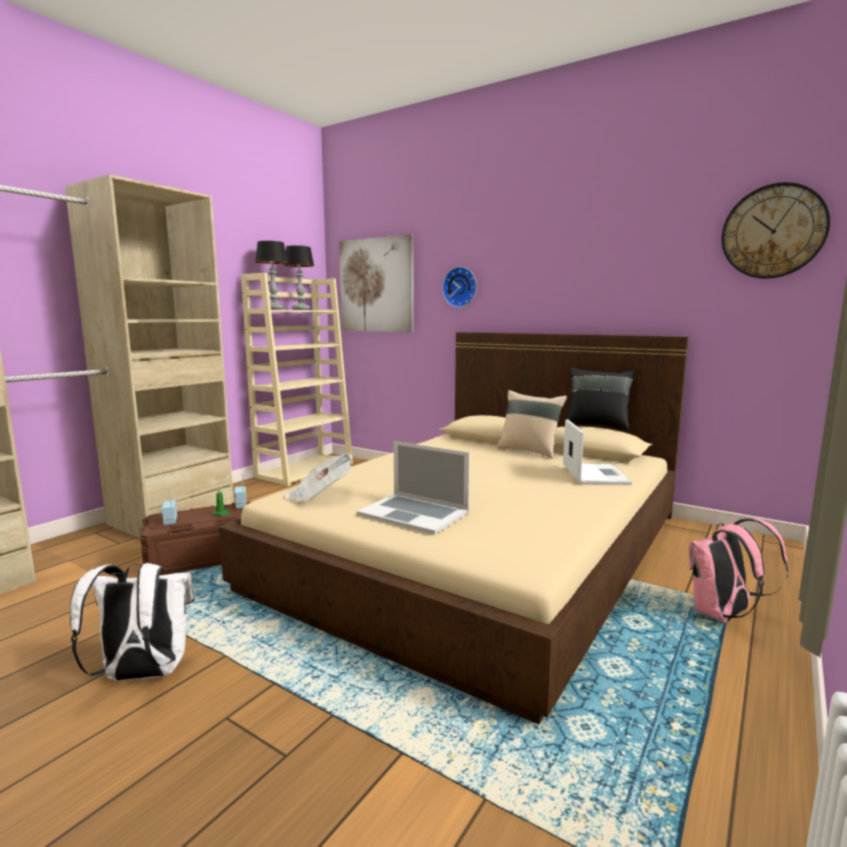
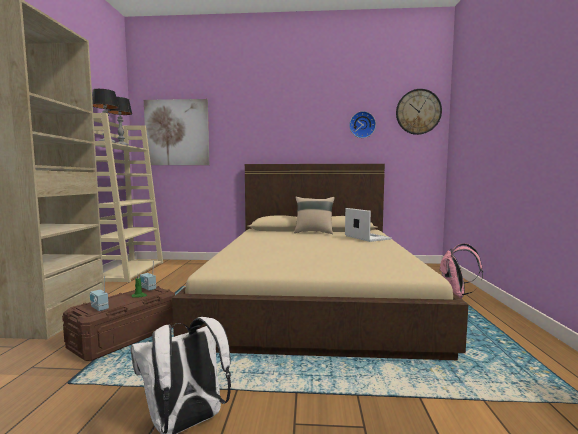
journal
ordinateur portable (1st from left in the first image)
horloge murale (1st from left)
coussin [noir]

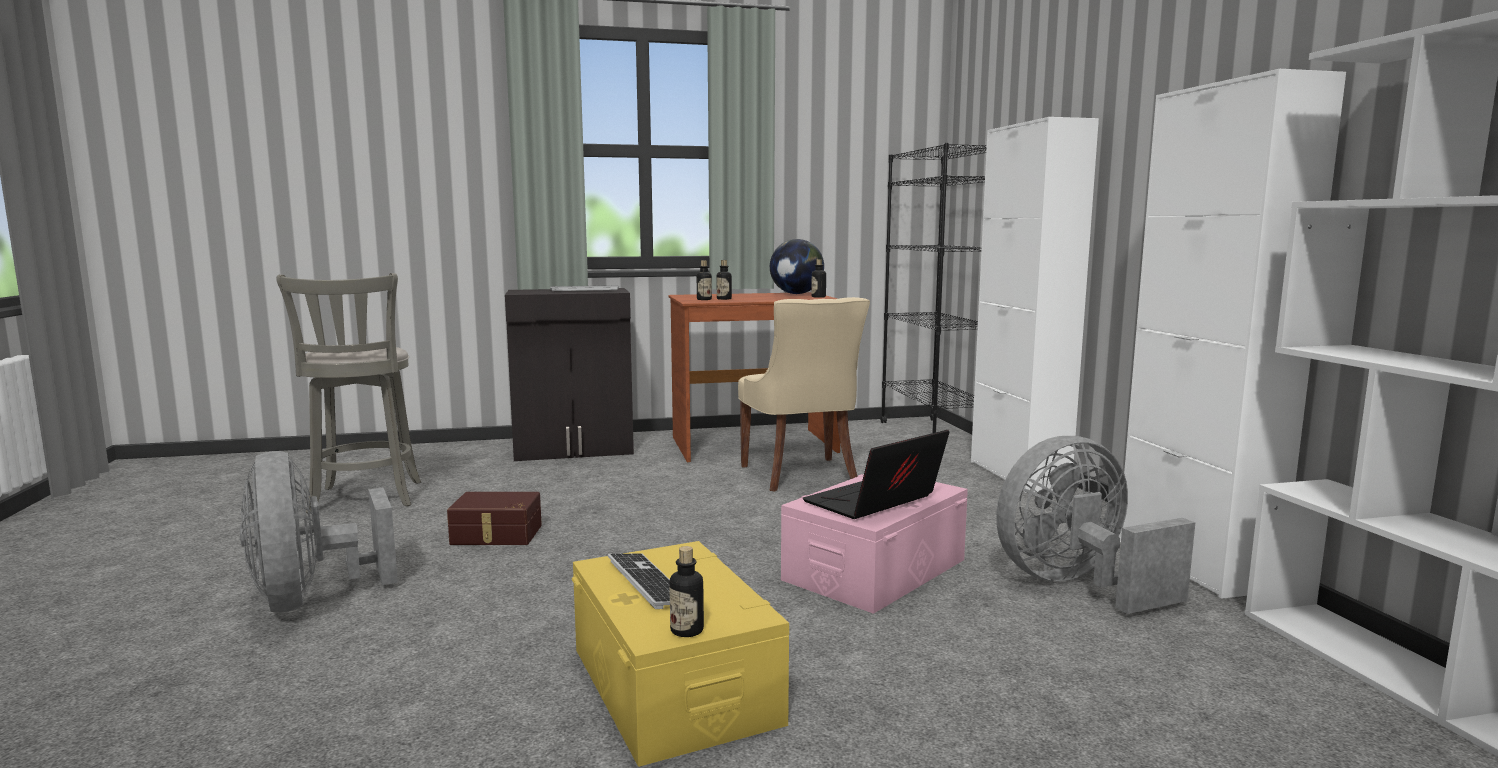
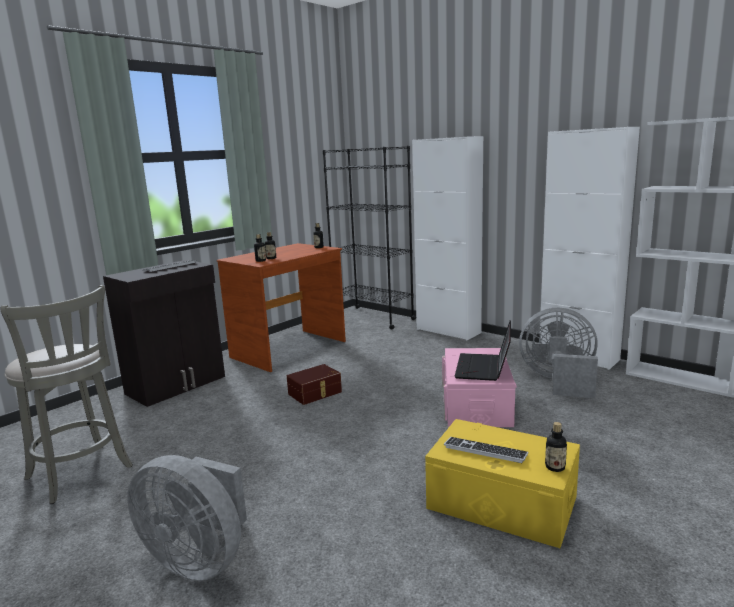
boîte de rangement [marron]
chaise [beige]
globe
ventilateur [gris] (2nd from left)

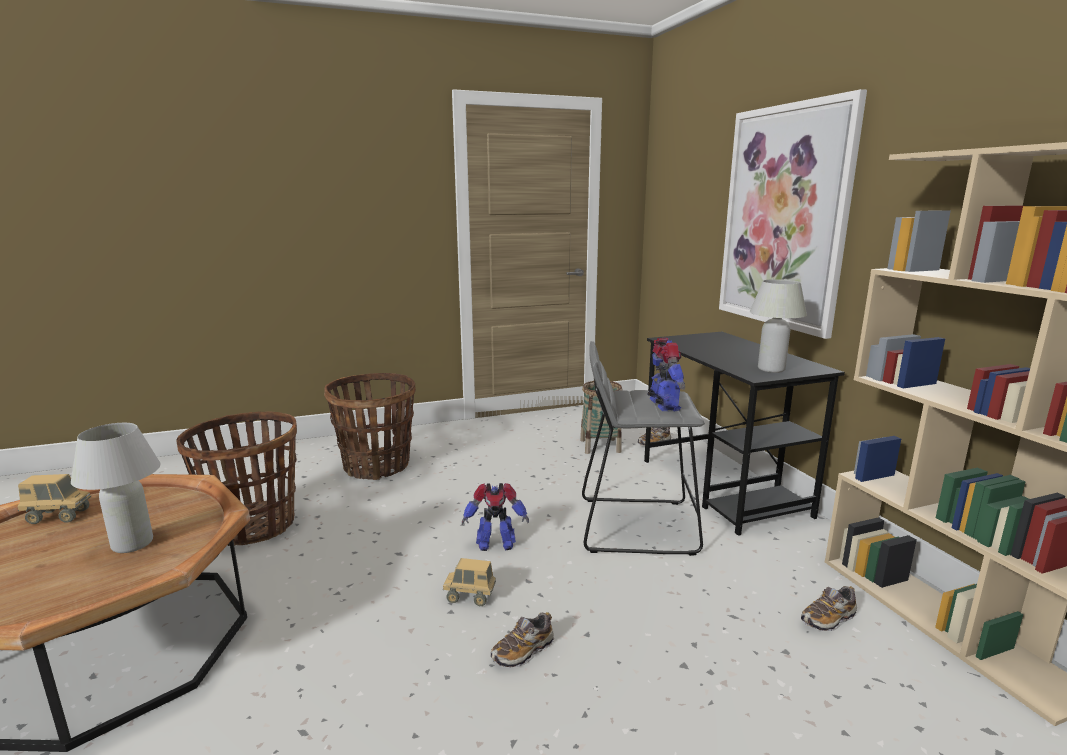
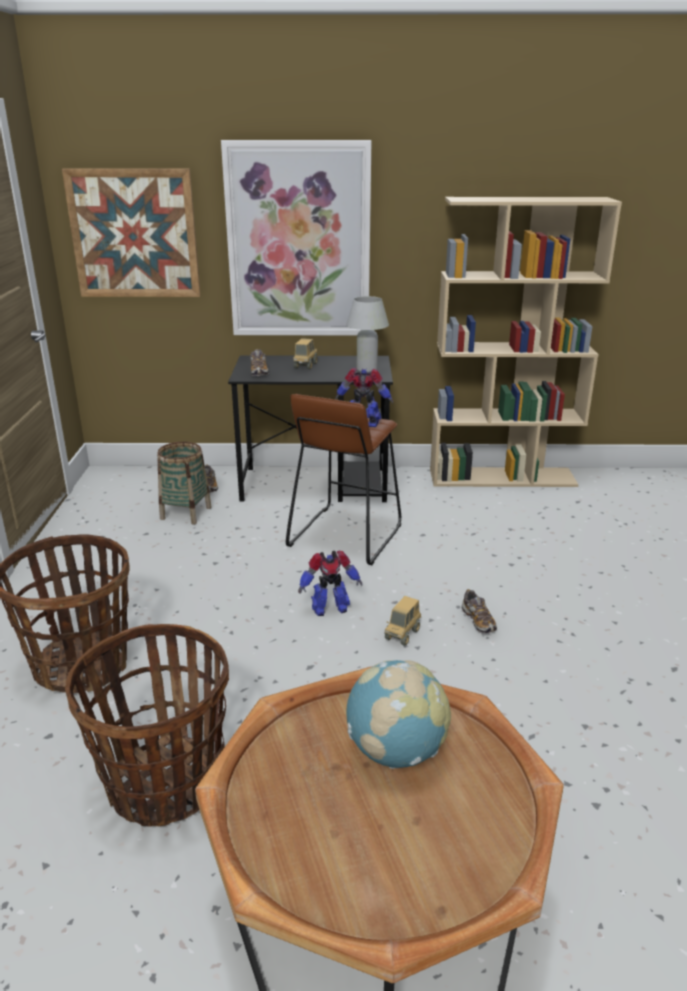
camion jouet (1st from left)
globe
robot jouet (1st from left)
tabouret [marron]
chaussure (2nd from left)
tableau (1st from left)

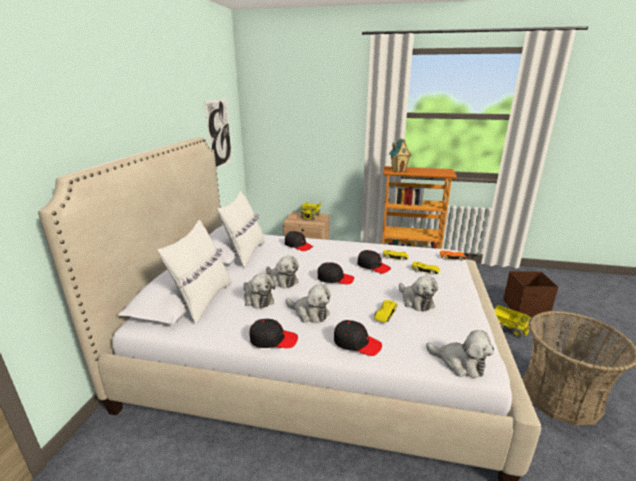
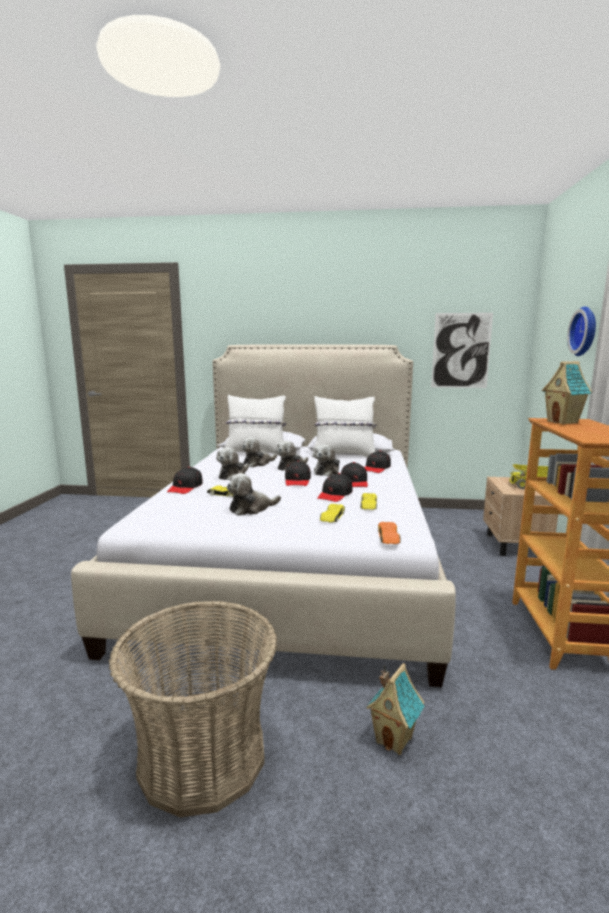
casquette [noir] (4th from left)
peluche (5th from left)
maison miniature (1st from left)
boîte de rangement [marron]
horloge murale

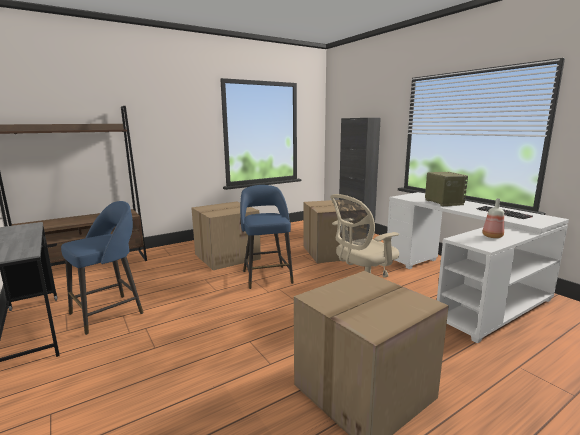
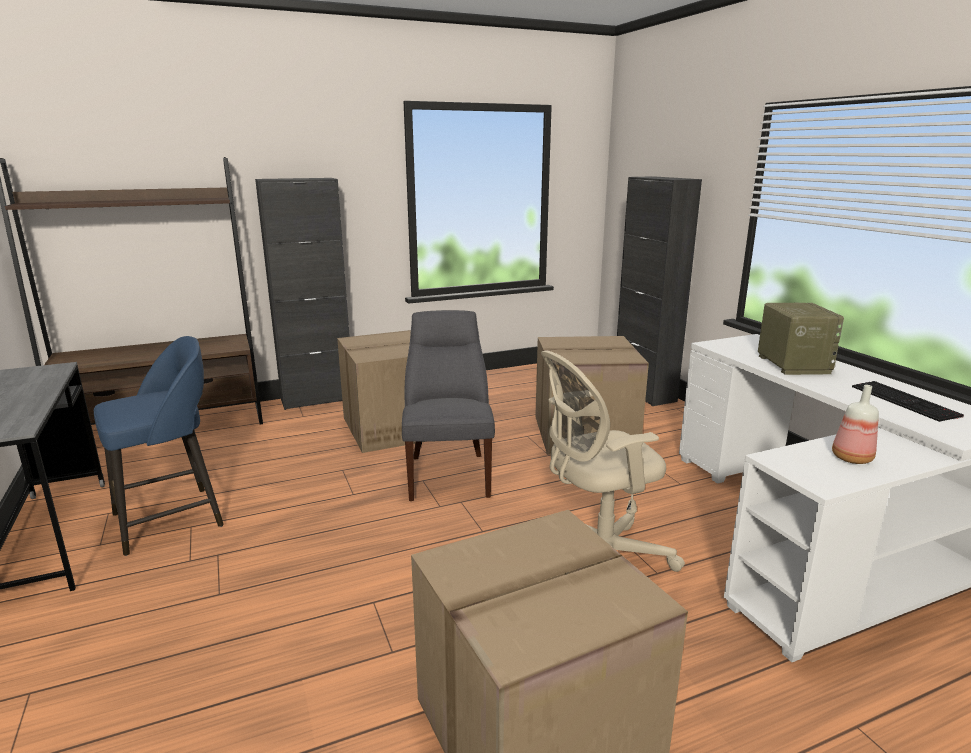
chaise [gris]
meuble de rangement [noir] (1st from left)

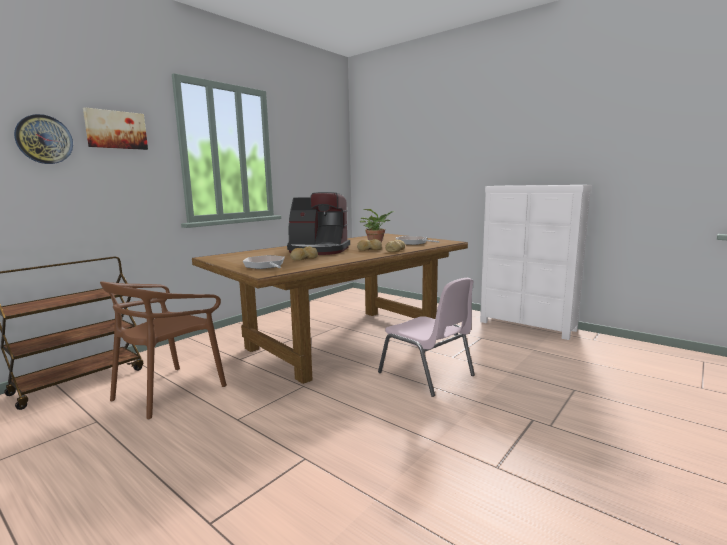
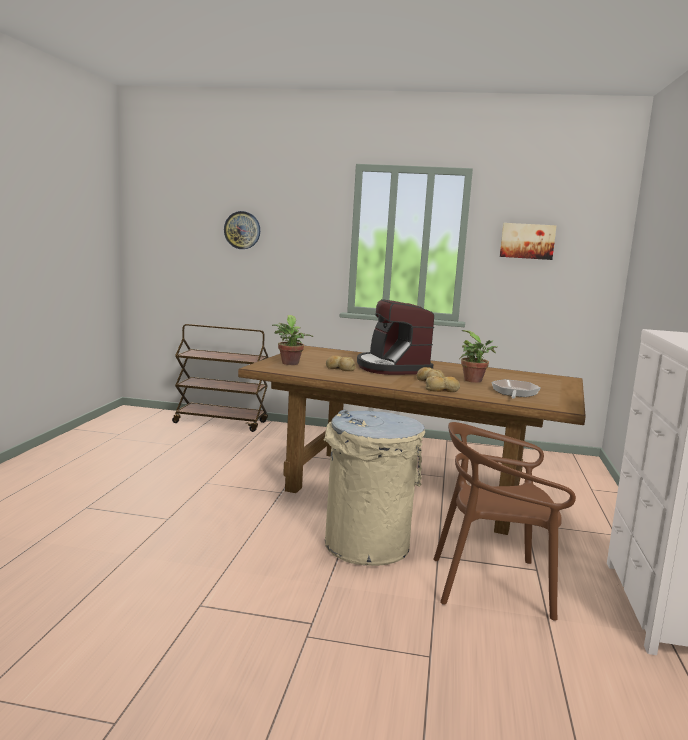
tableau
chaise [marron]
plante en pot (1st from left)
poubelle [beige]

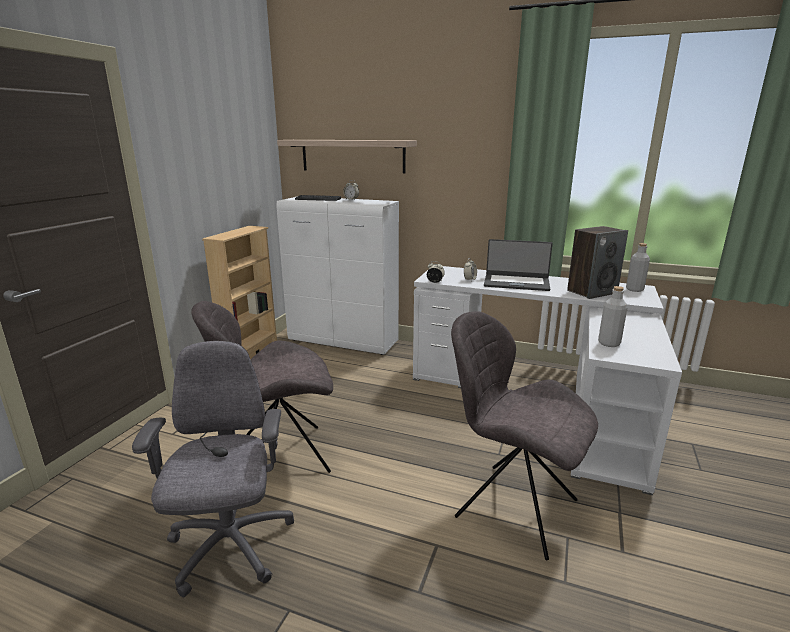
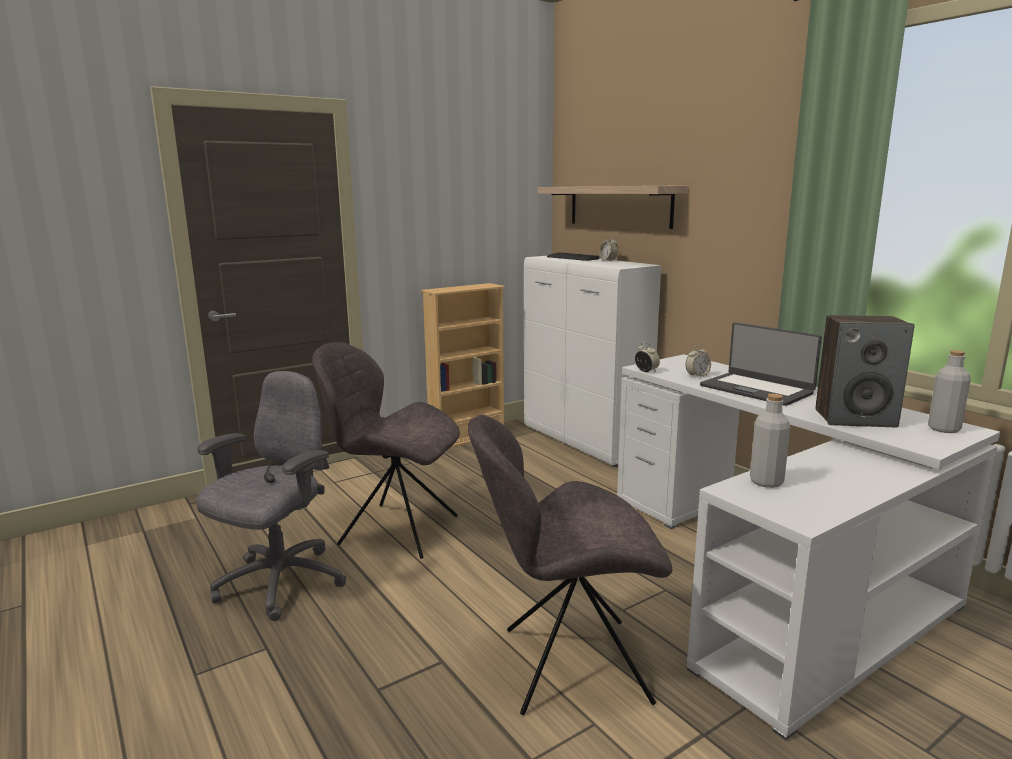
chaise [gris] (2nd from left)

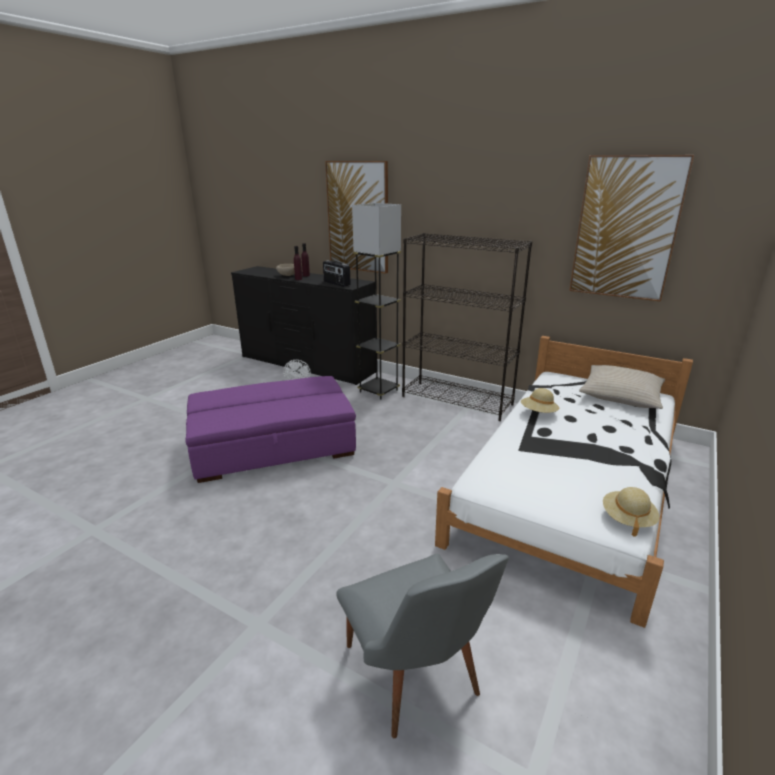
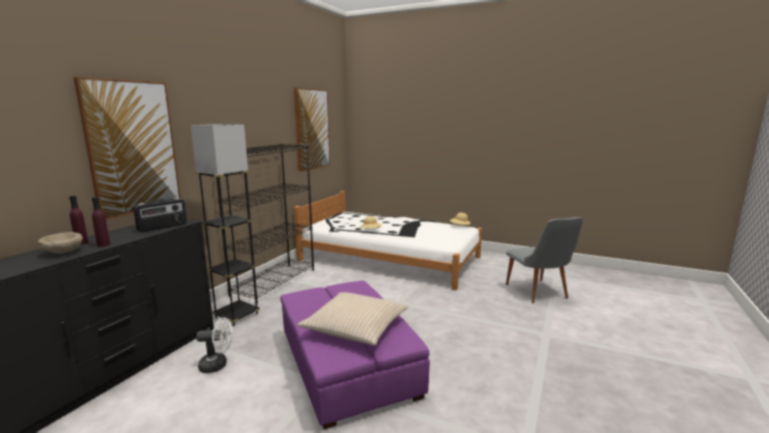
chaise [gris]
coussin [beige]

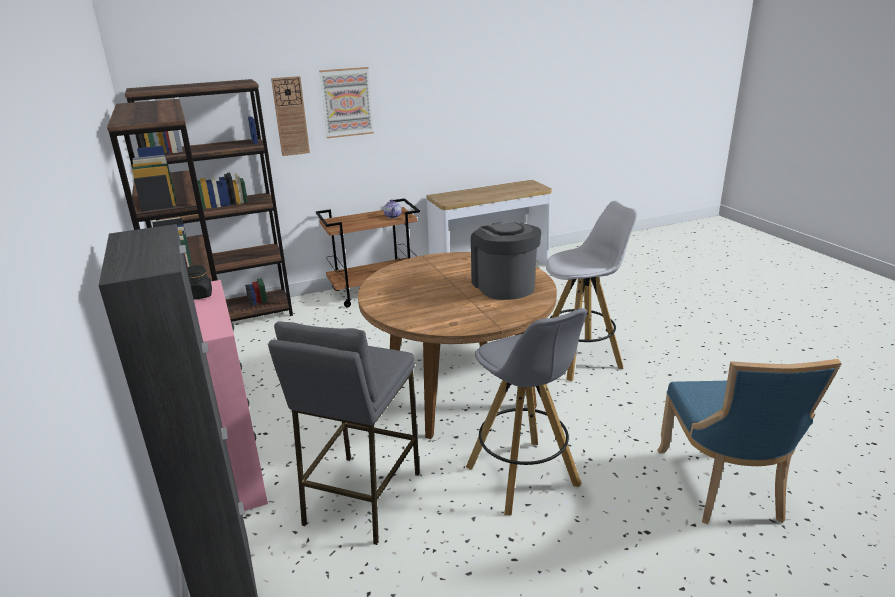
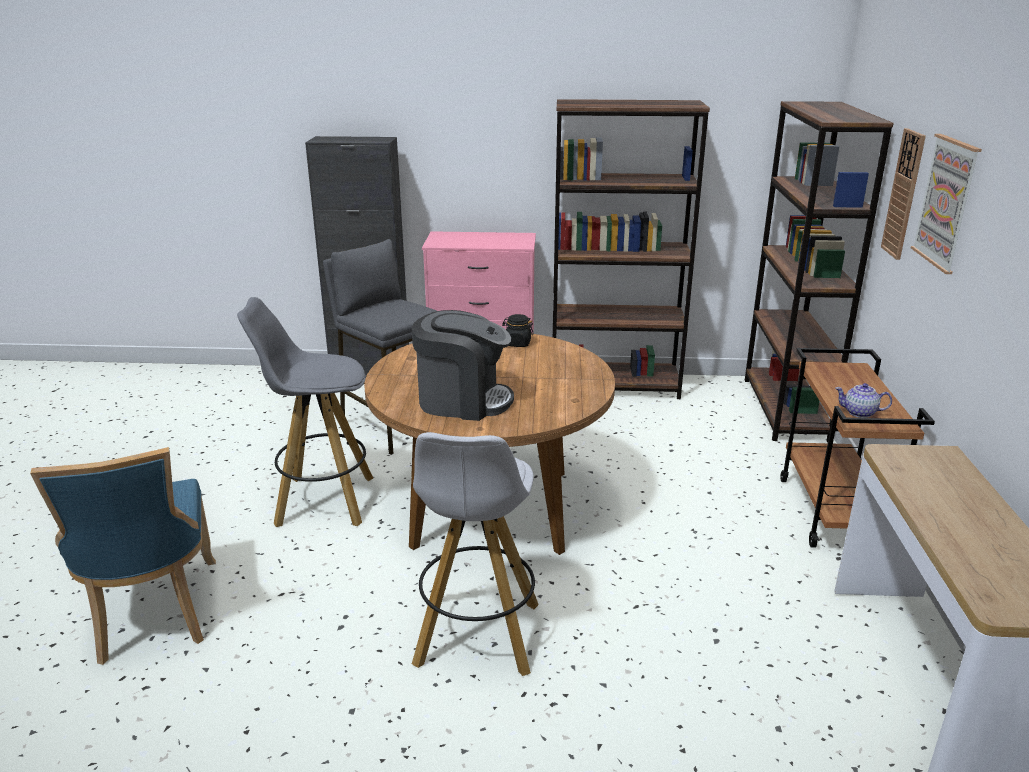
bocal [noir]
chaise [bleu]

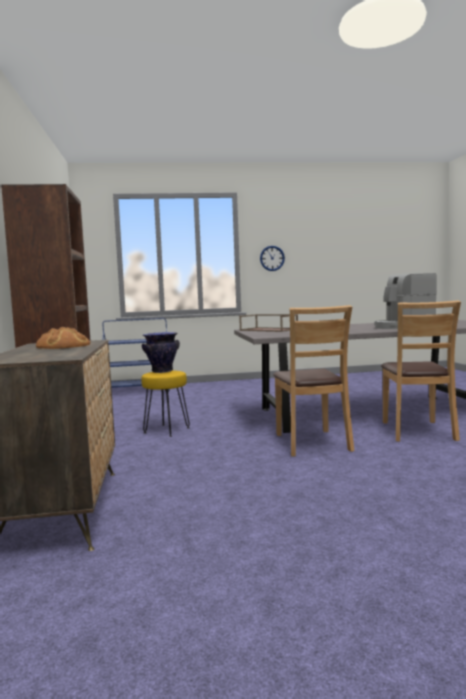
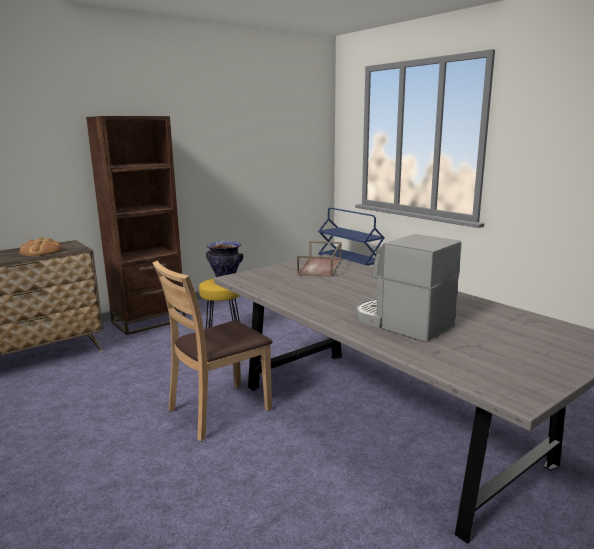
horloge murale
chaise [marron] (2nd from left in the first image)

